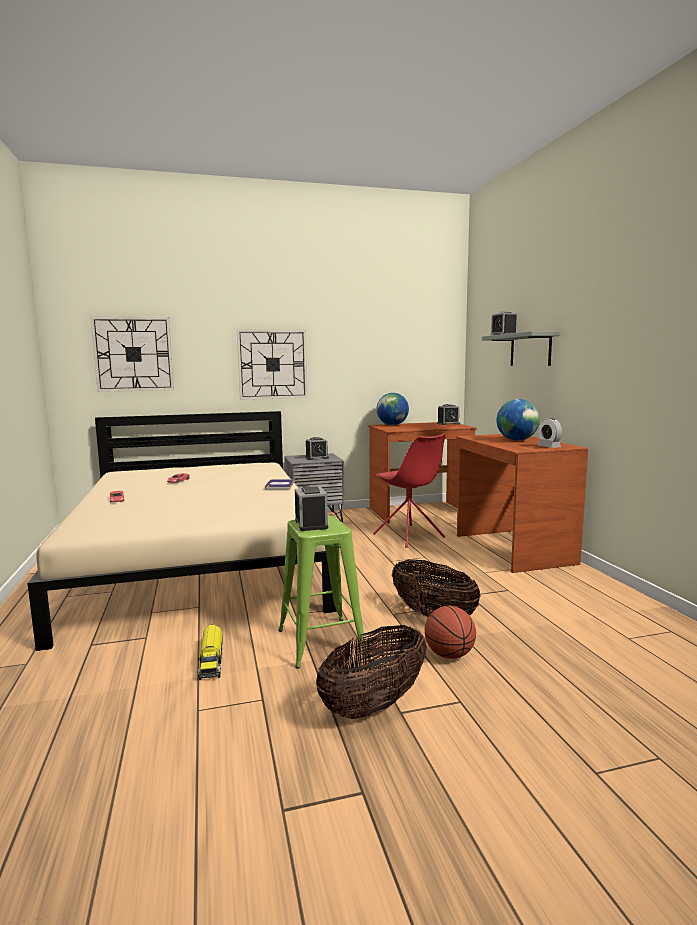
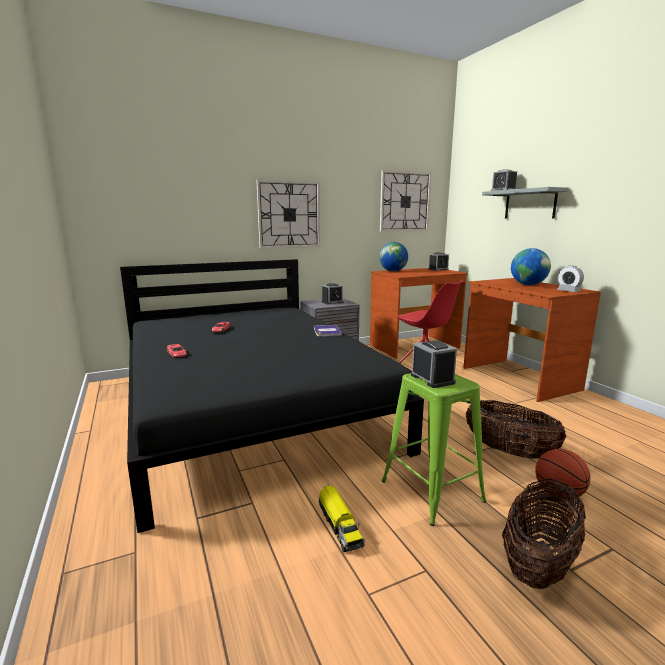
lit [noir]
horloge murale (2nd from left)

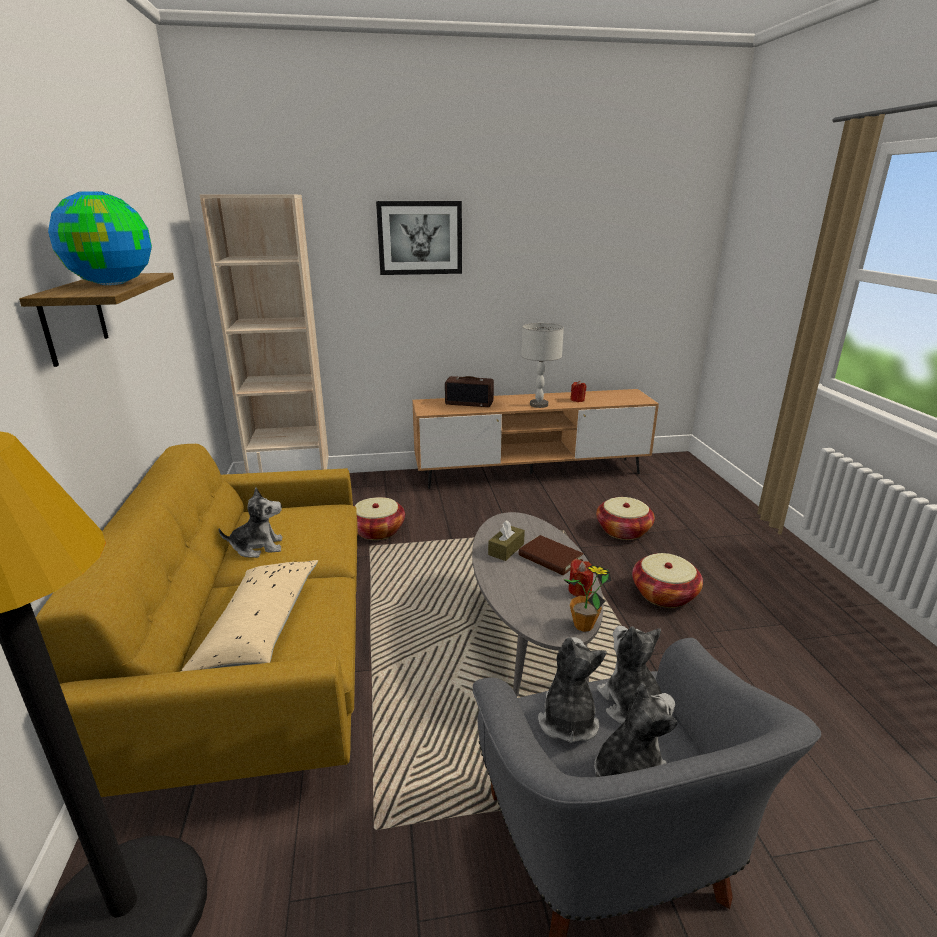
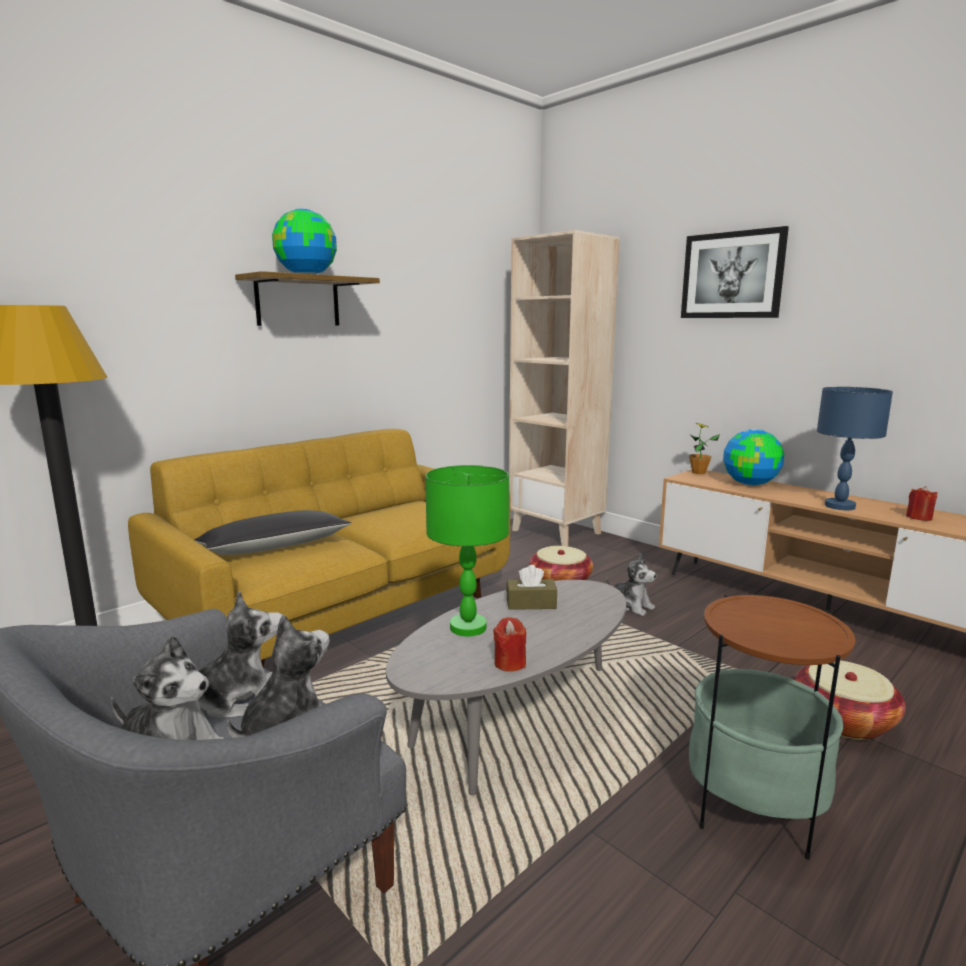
coussin [noir]
peluche (4th from left)
globe (2nd from left)
livre [marron]
lampe de table [bleu]
plante en pot
table d'appoint
lampe de table [vert]

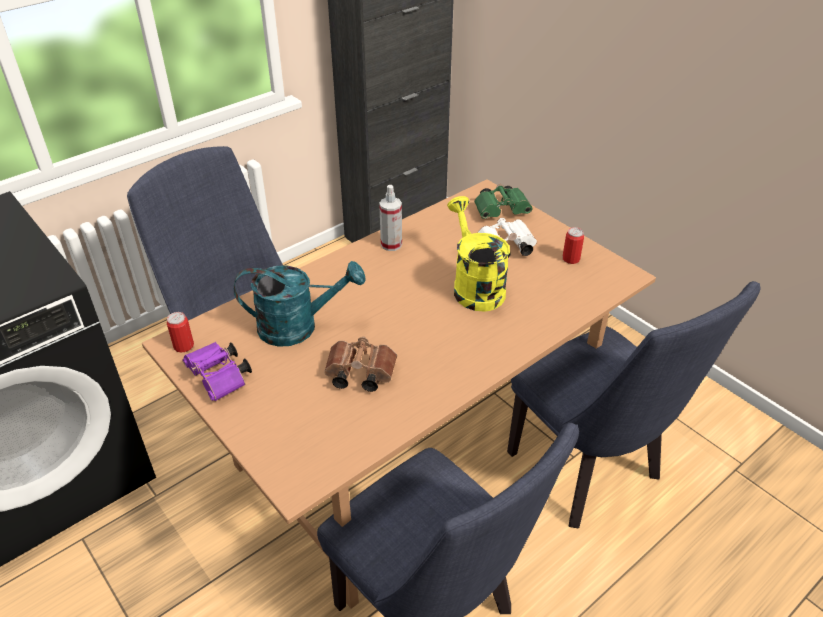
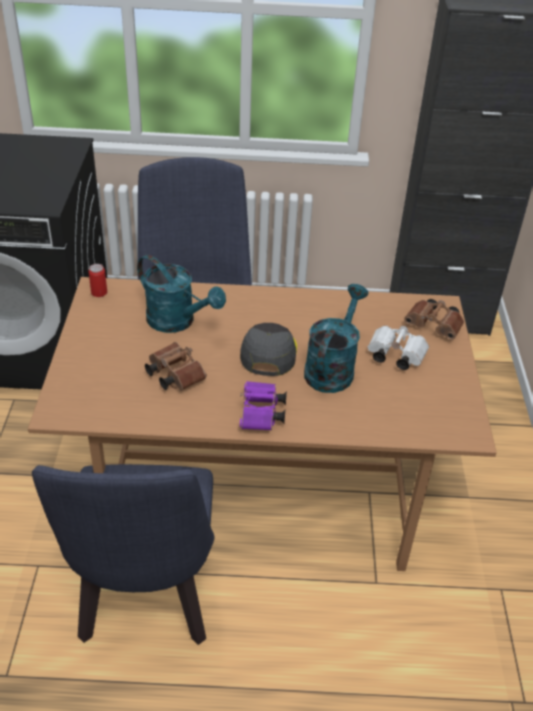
jumelles [violet]
vaporisateur
arrosoir [turquoise] (2nd from left)
jumelles [marron] (2nd from left)
chaise [bleu] (3rd from left in the first image)
boîte métallique (2nd from left in the first image)
casquette [gris]

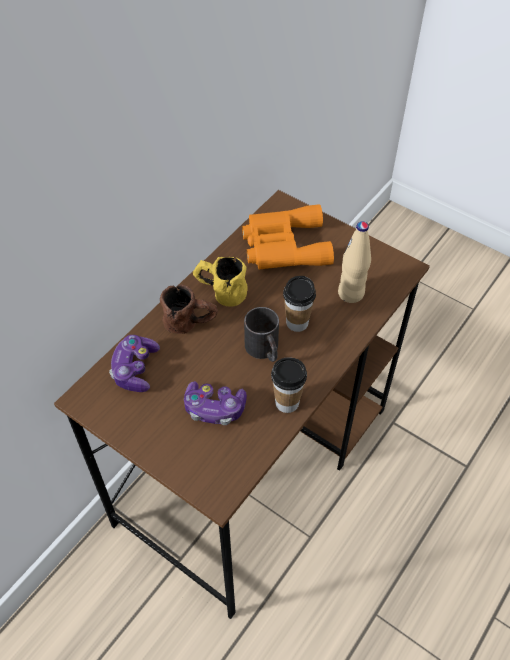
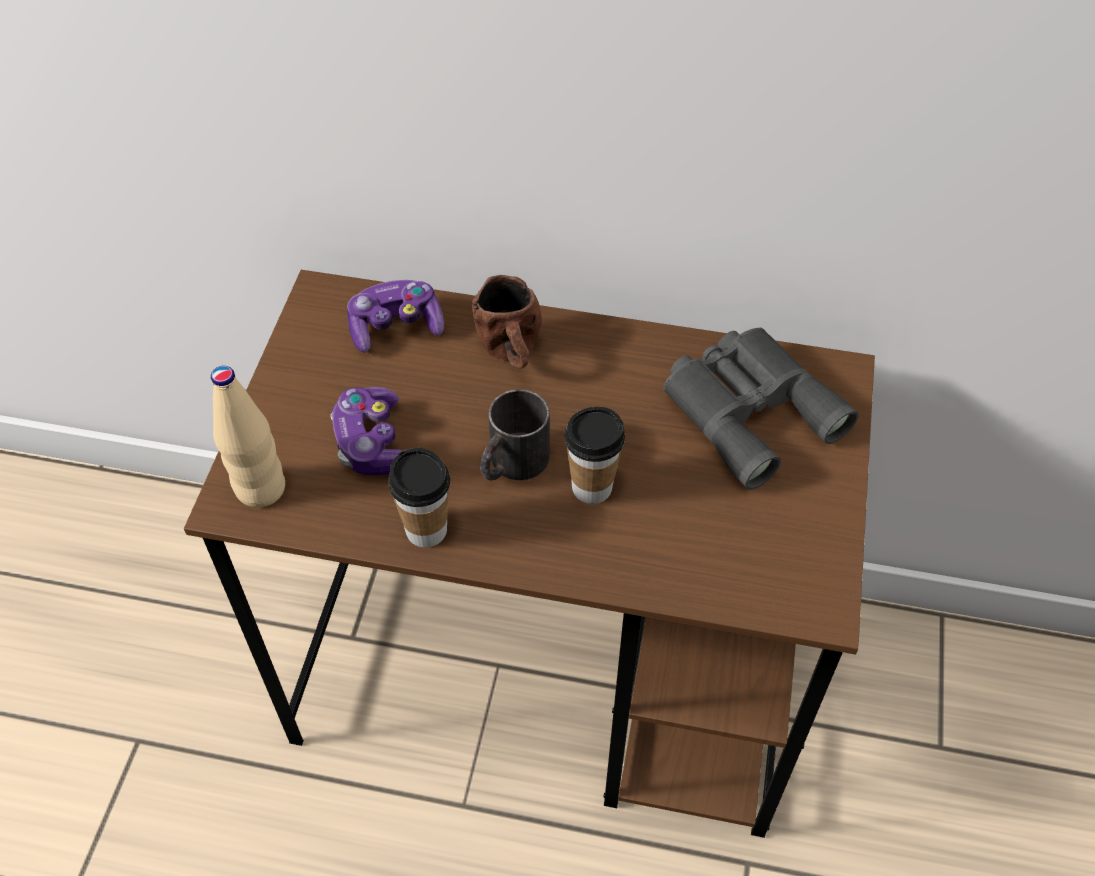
mug [jaune]
jumelles [gris]
bouteille [beige]

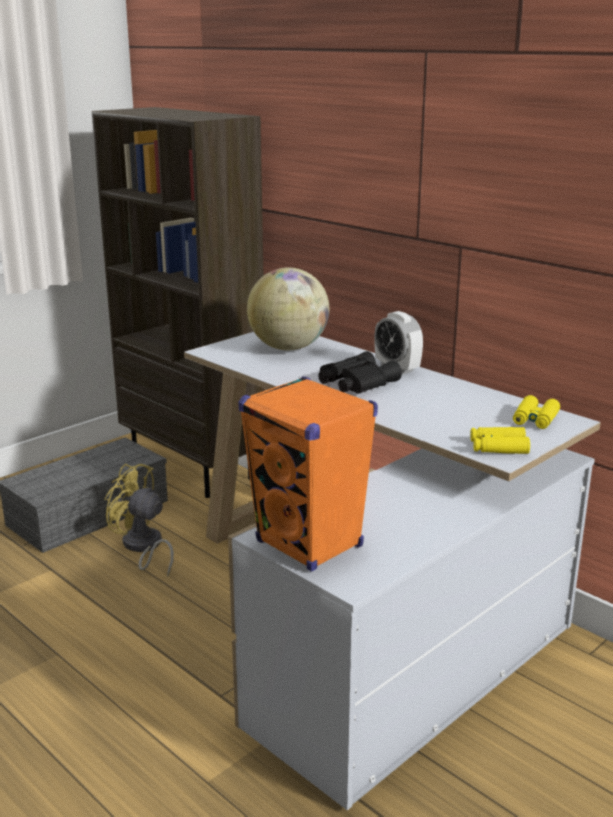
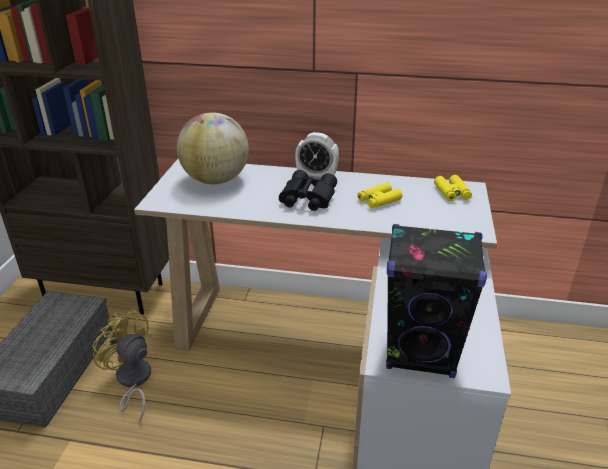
ventilateur [jaune]
enceinte [noir]
jumelles [jaune] (1st from left)

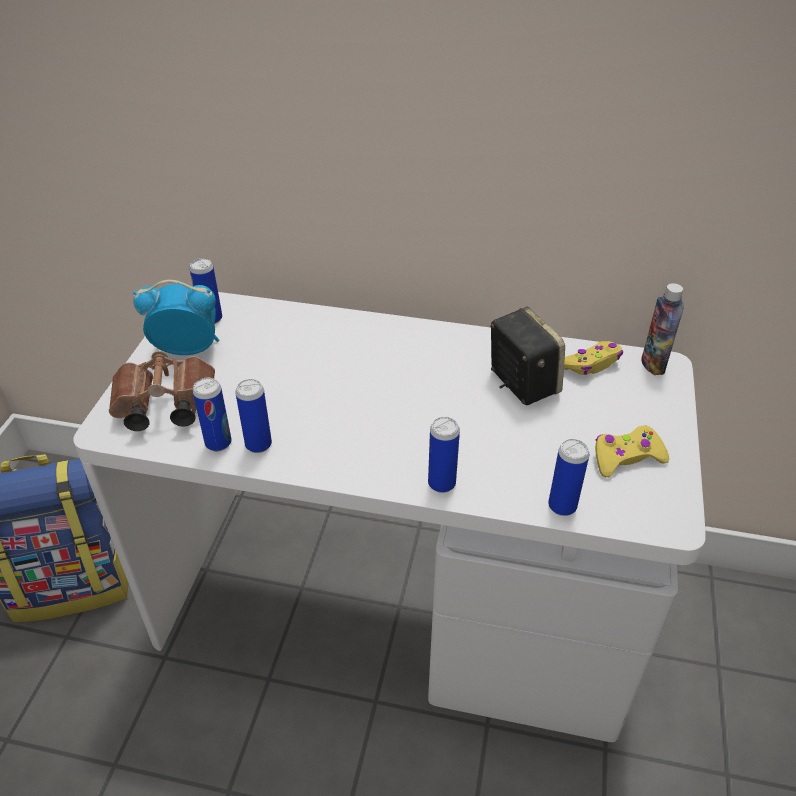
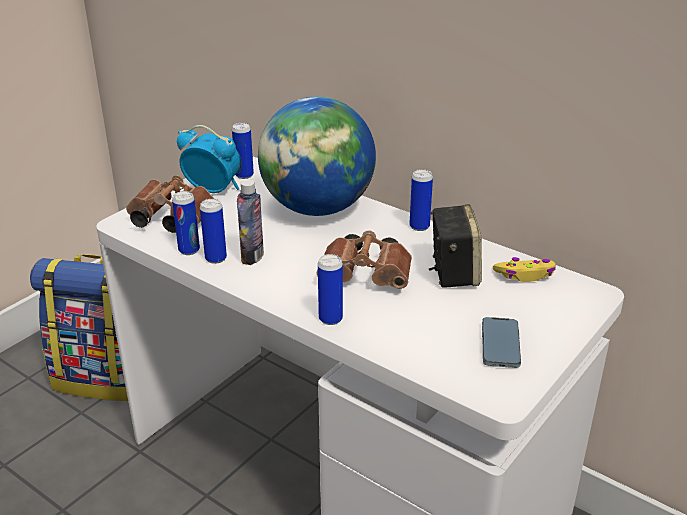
boîte métallique (5th from left)
téléphone
bouteille
globe
jumelles [marron] (2nd from left)

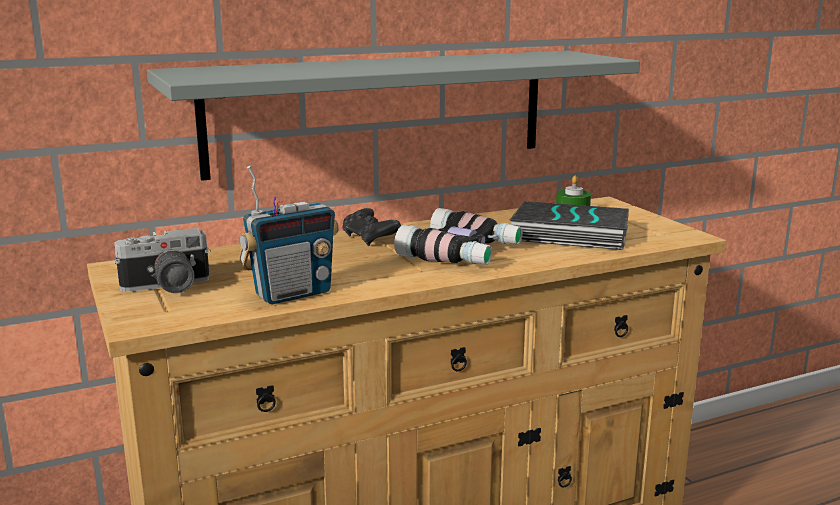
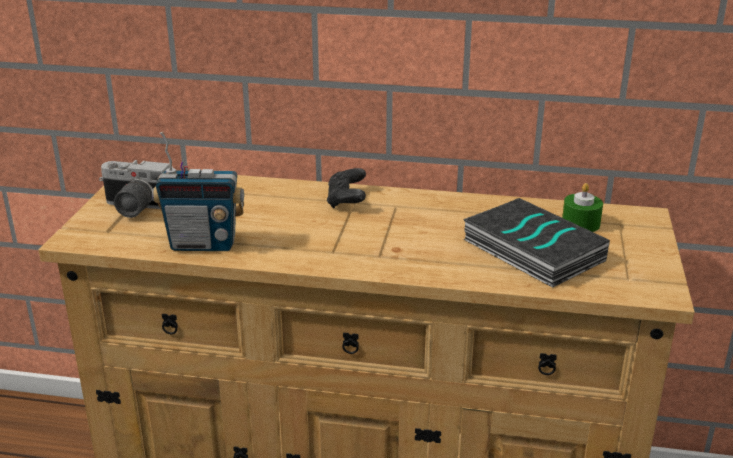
étagère [gris]
jumelles

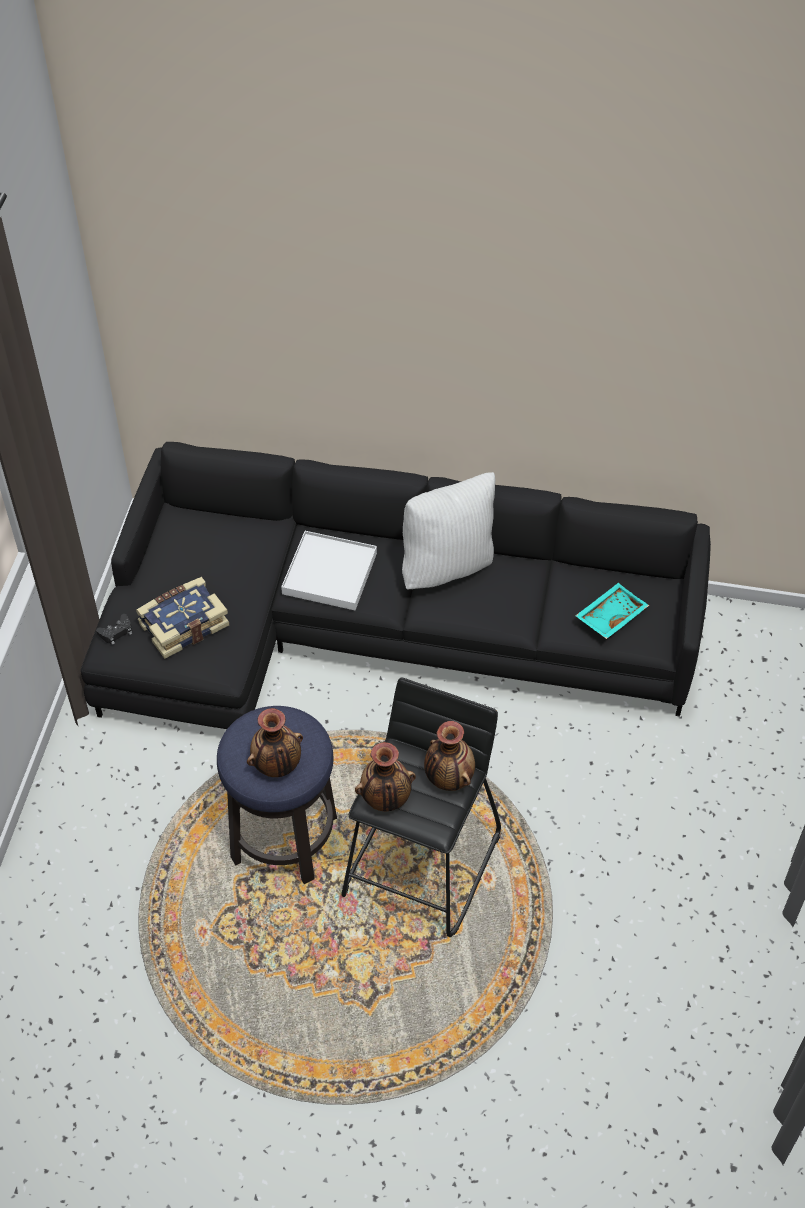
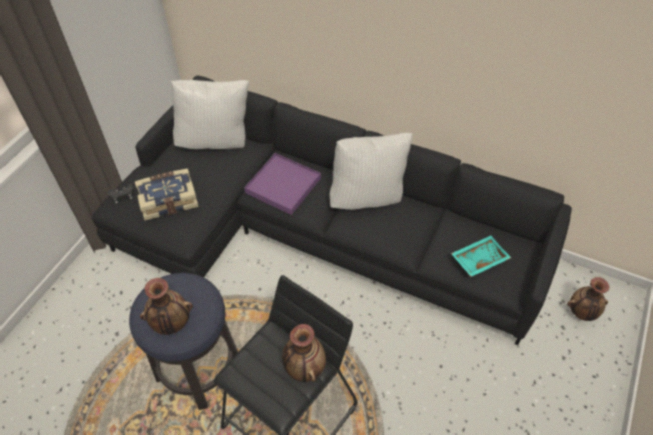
plateau [violet]
vase (3rd from left)
coussin [blanc] (1st from left)

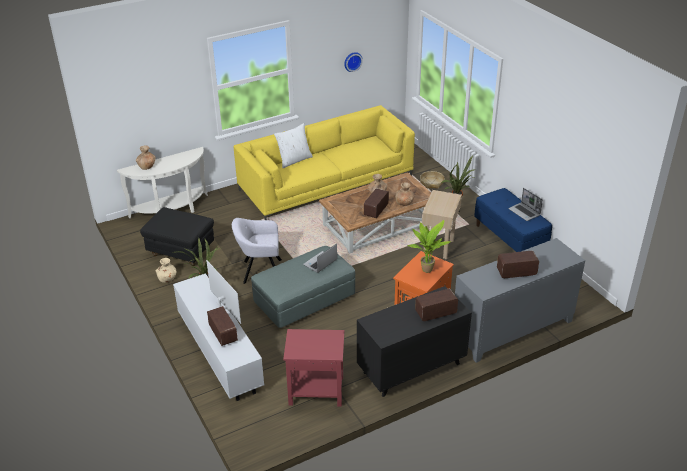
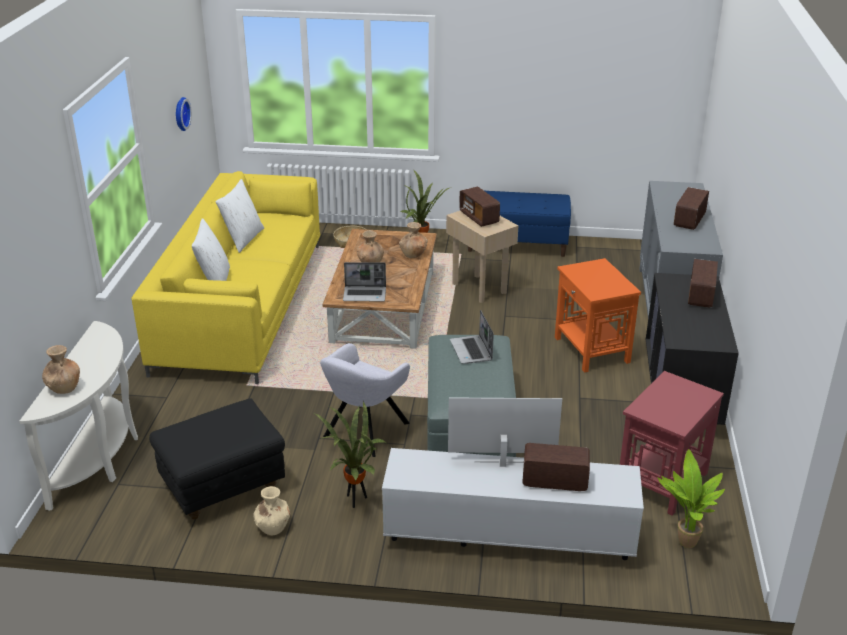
radio (1st from left)
plante en pot (3rd from left)
ordinateur portable (1st from left)
coussin [blanc] (2nd from left)

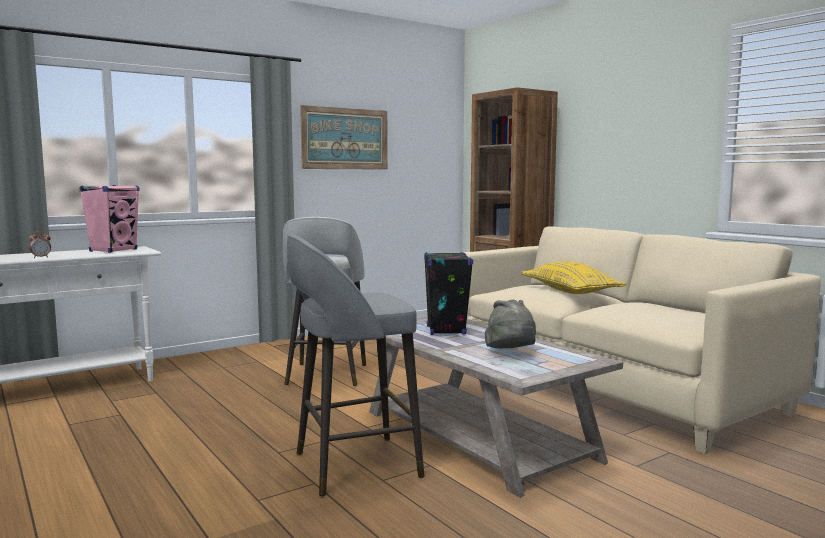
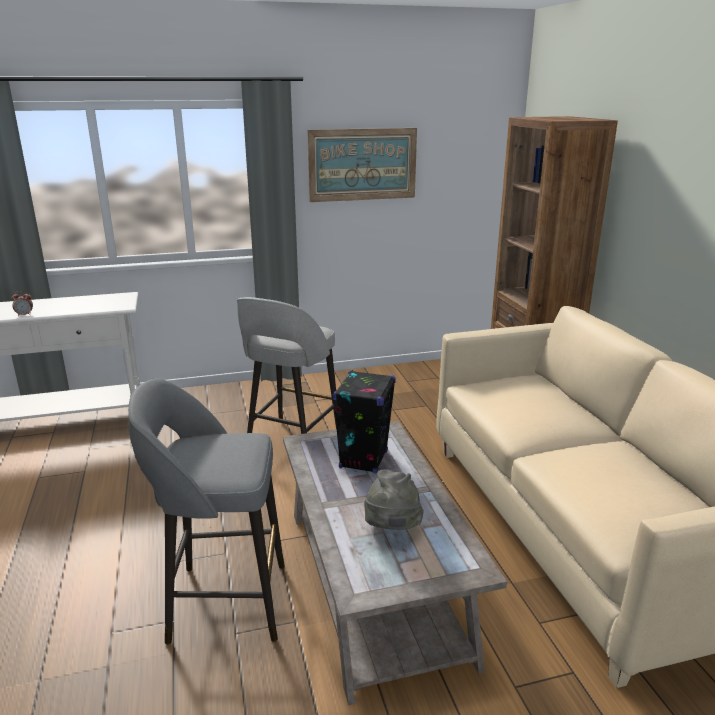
enceinte [rose]
coussin [jaune]

